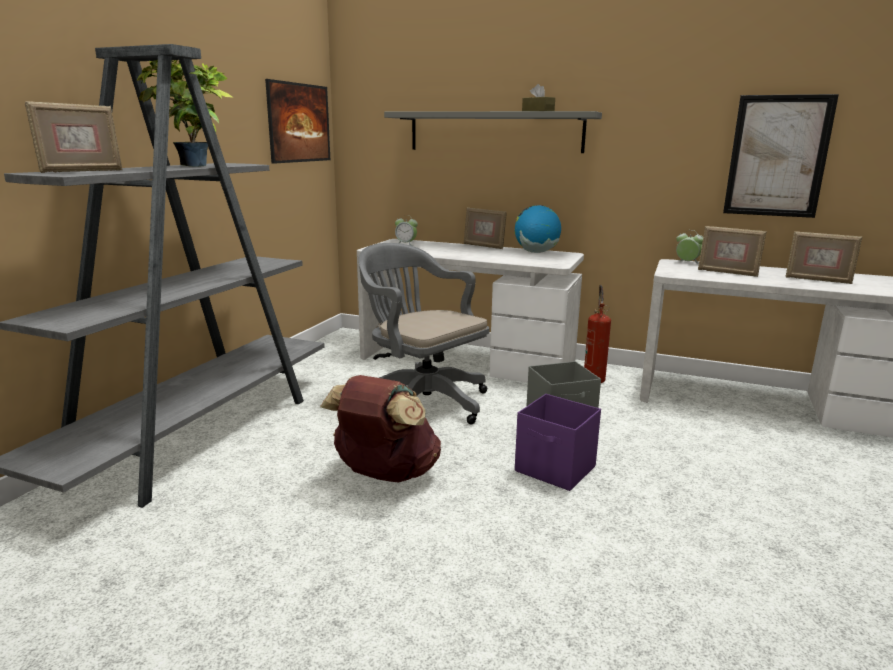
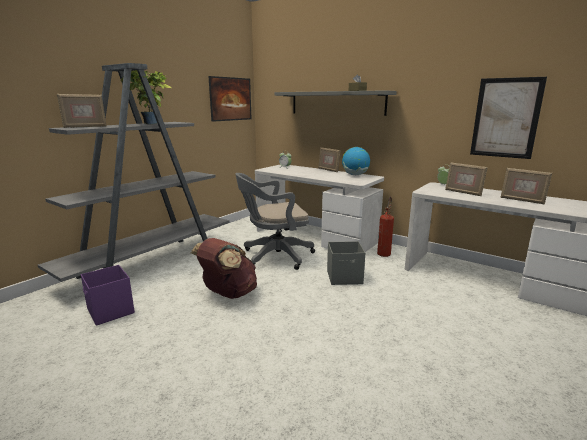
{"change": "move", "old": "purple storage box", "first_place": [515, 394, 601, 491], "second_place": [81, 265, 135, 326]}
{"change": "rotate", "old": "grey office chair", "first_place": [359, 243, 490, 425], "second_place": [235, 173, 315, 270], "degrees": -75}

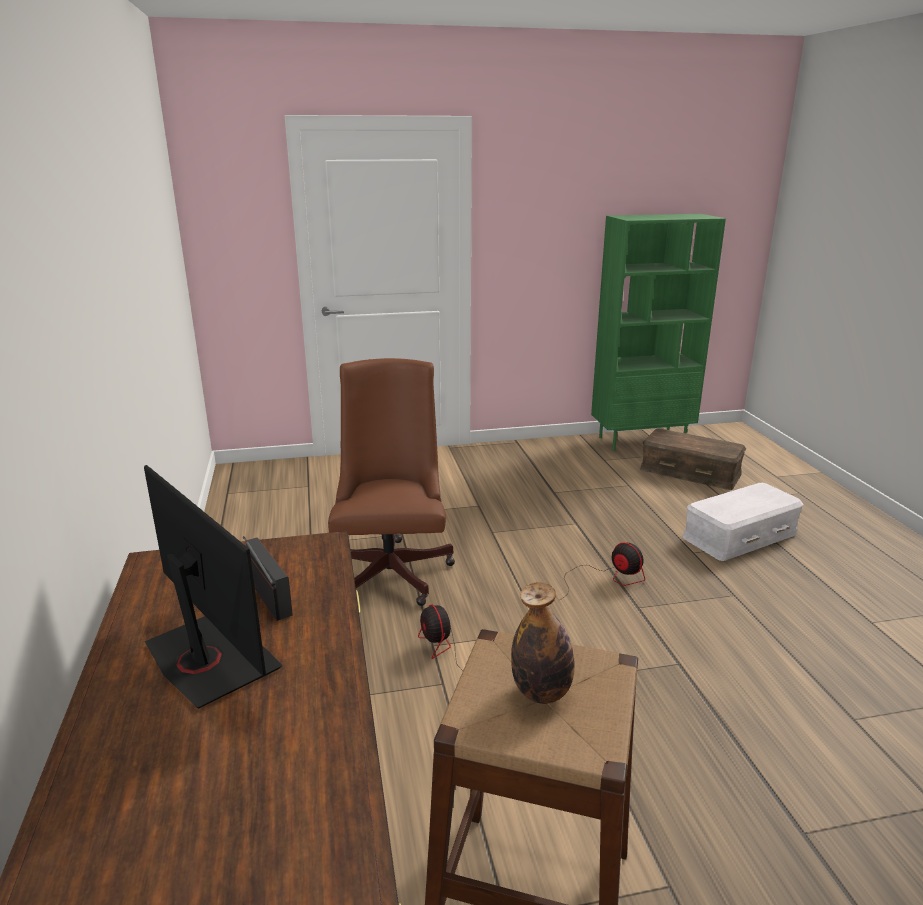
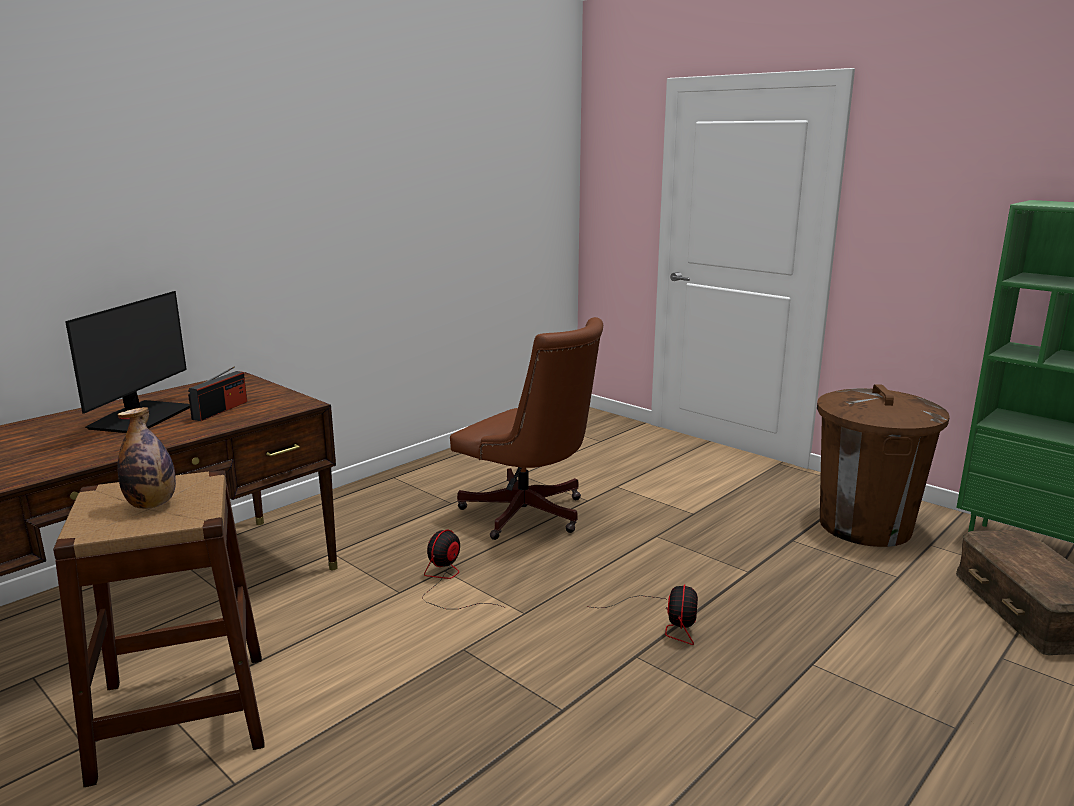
{"change": "rotate", "old": "brown office chair", "first_place": [328, 358, 455, 606], "second_place": [450, 317, 603, 540], "degrees": 75}
{"change": "insert", "new": "brown trash can", "second_place": [817, 384, 949, 547]}
{"change": "delete", "old": "white storage box", "first_place": [683, 483, 803, 561]}

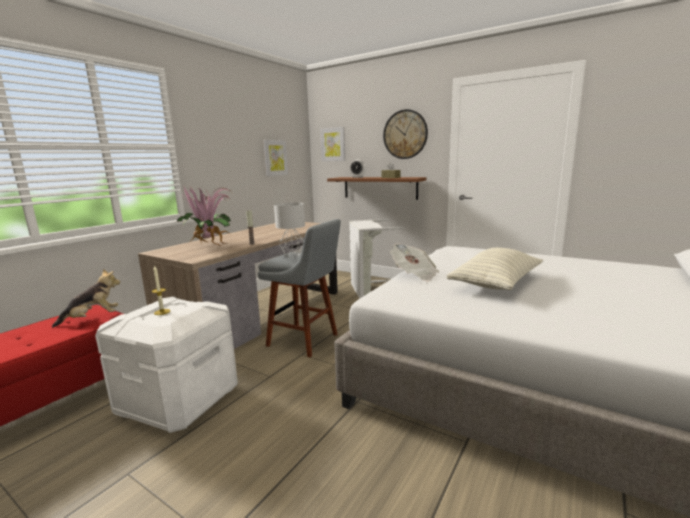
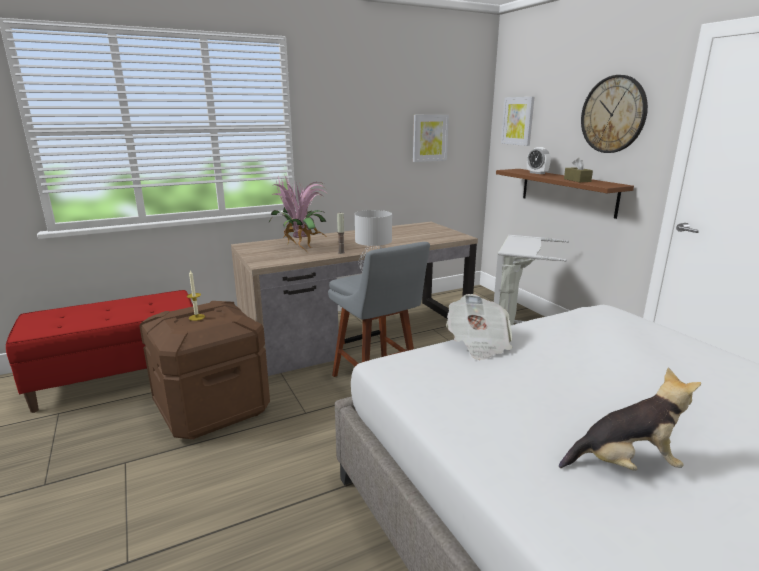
{"change": "recolor", "old": "white storage box", "new": "brown storage box", "first_place": [95, 296, 238, 433], "second_place": [139, 301, 270, 439]}
{"change": "move", "old": "plush toy", "first_place": [52, 269, 120, 328], "second_place": [559, 368, 701, 471]}
{"change": "delete", "old": "pillow", "first_place": [447, 248, 543, 290]}

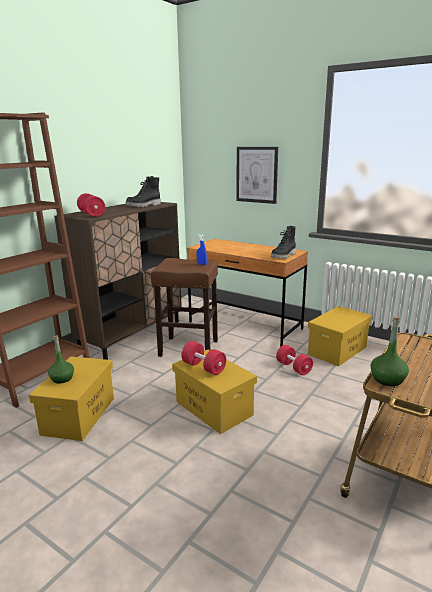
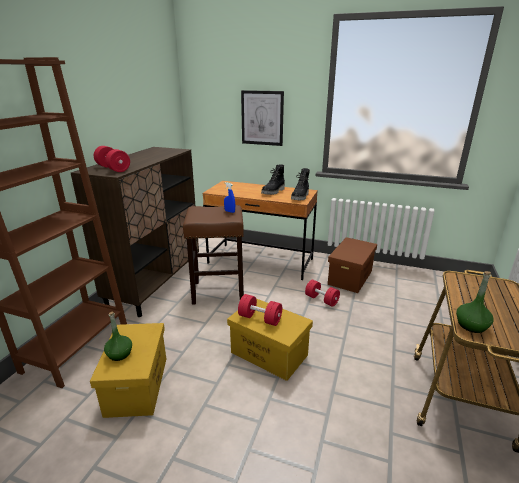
{"change": "move", "old": "black boot", "first_place": [125, 176, 161, 207], "second_place": [261, 165, 285, 195]}
{"change": "recolor", "old": "yellow storage box", "new": "brown storage box", "first_place": [308, 306, 372, 366], "second_place": [328, 237, 377, 293]}

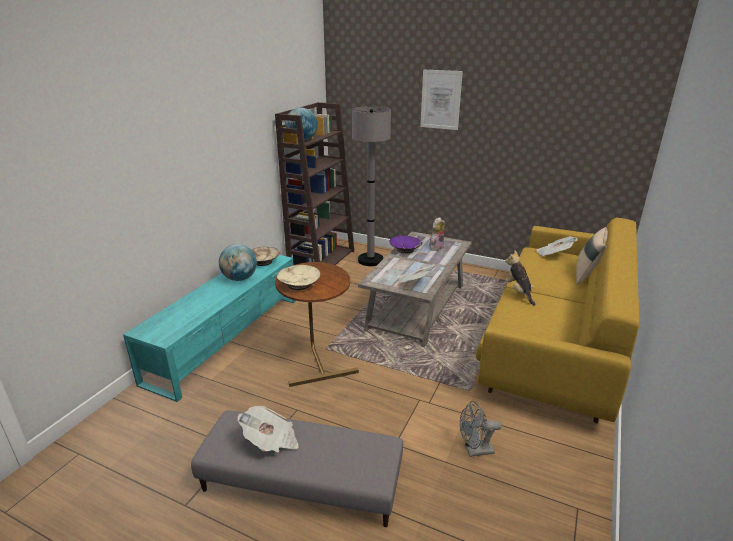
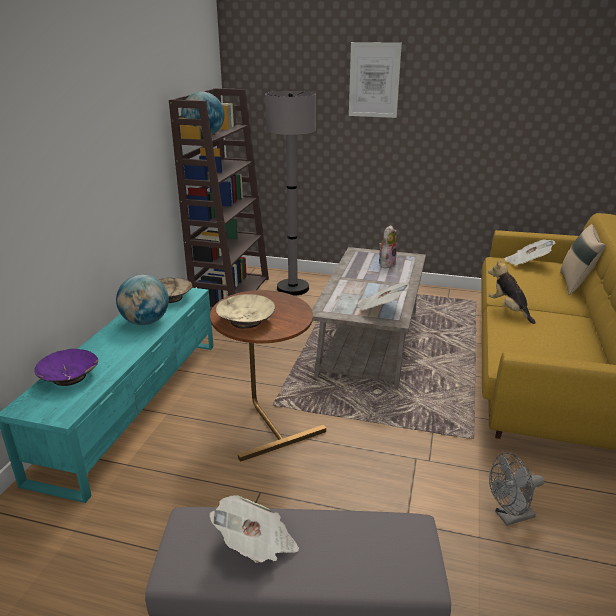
{"change": "move", "old": "purple bowl", "first_place": [389, 235, 422, 253], "second_place": [34, 349, 98, 386]}

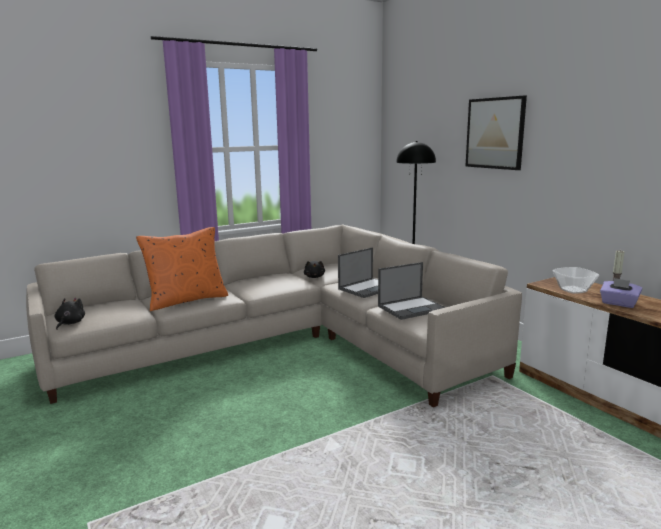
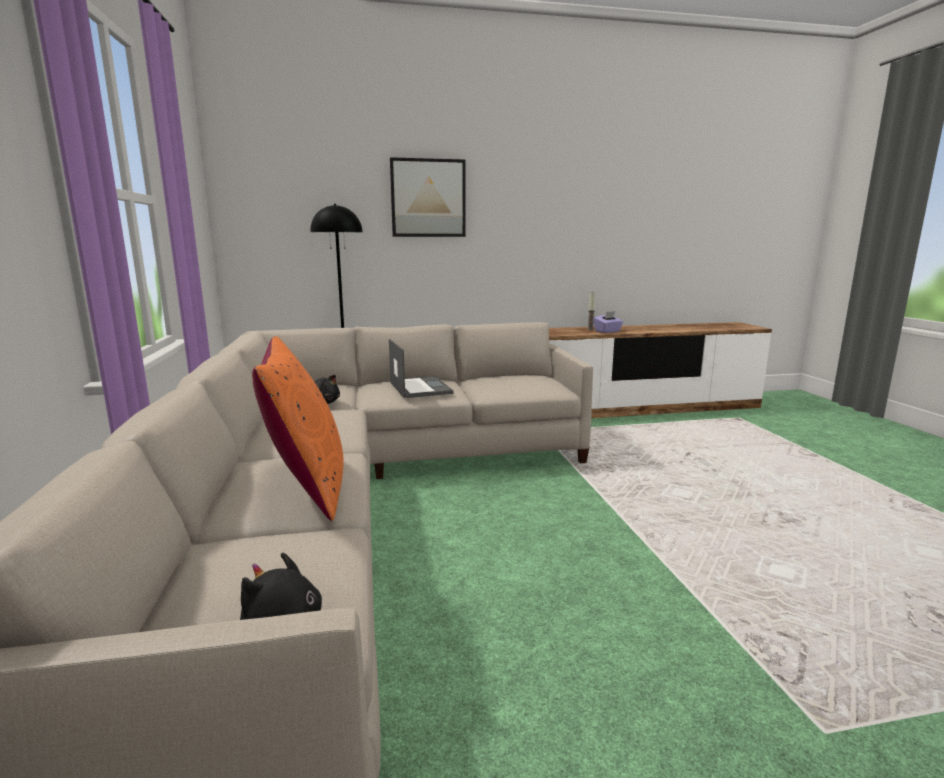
{"change": "delete", "old": "laptop", "first_place": [378, 262, 446, 320]}
{"change": "delete", "old": "bowl", "first_place": [553, 267, 599, 294]}

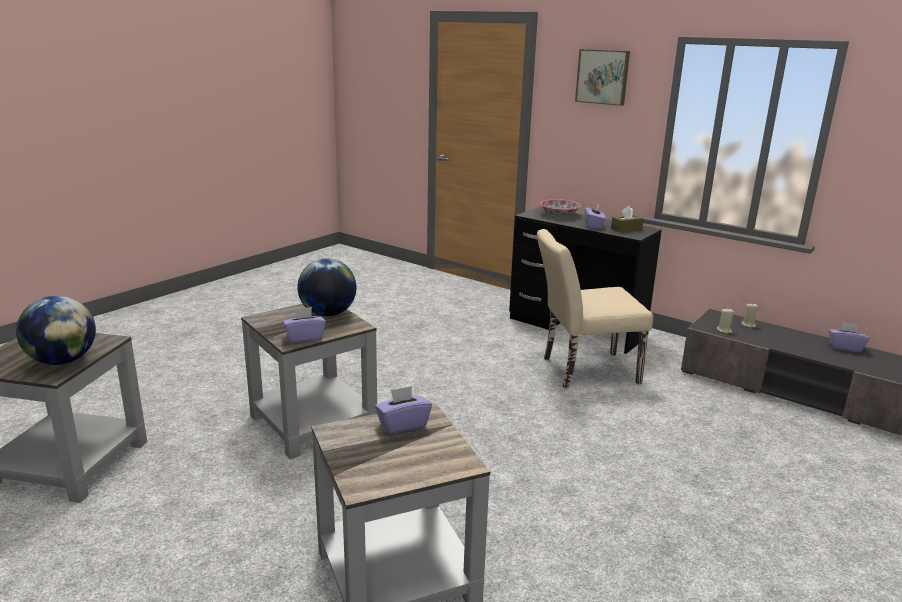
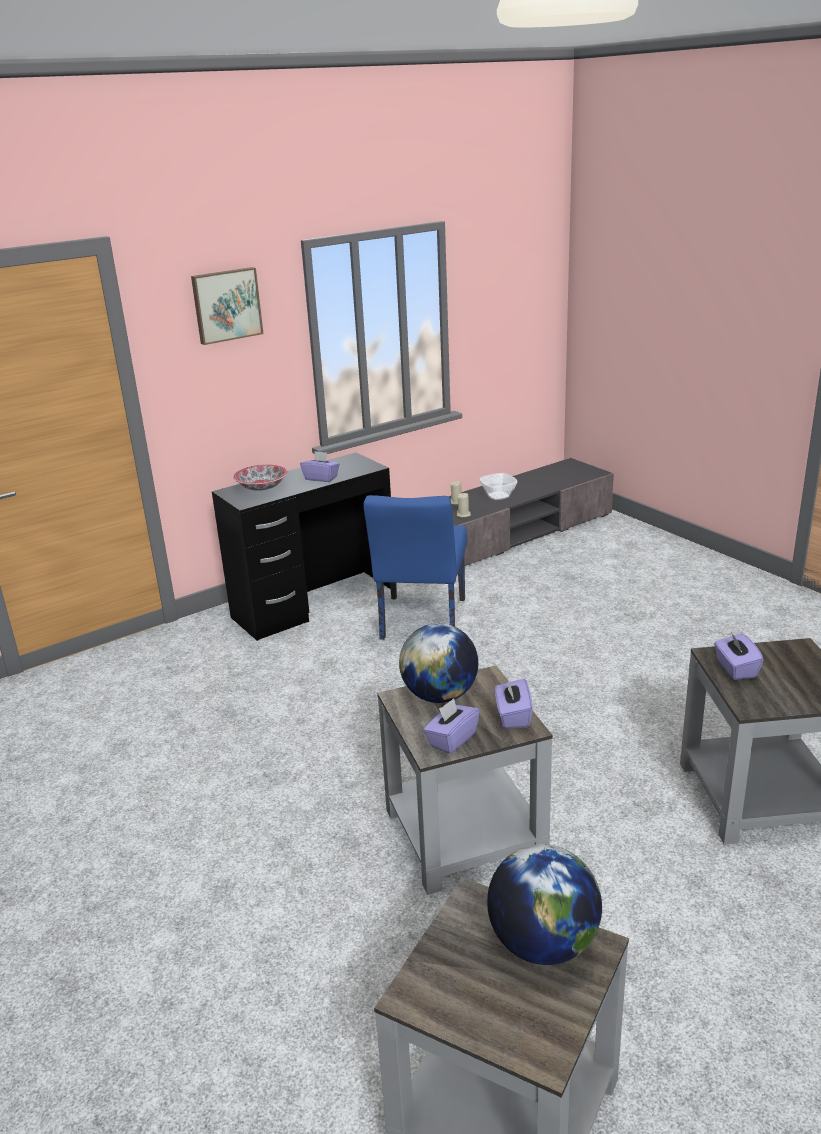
{"change": "recolor", "old": "beige chair", "new": "blue chair", "first_place": [537, 229, 653, 388], "second_place": [364, 495, 467, 640]}
{"change": "move", "old": "purple tissue box", "first_place": [829, 322, 869, 352], "second_place": [423, 698, 480, 754]}
{"change": "insert", "new": "bowl", "second_place": [479, 473, 518, 500]}
{"change": "delete", "old": "brown tissue box", "first_place": [611, 206, 644, 232]}

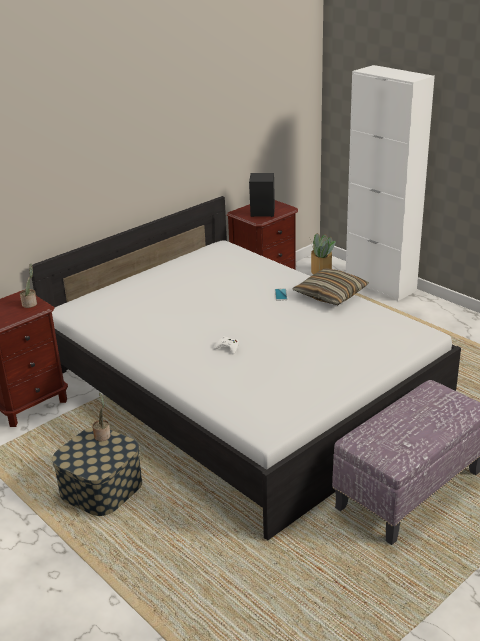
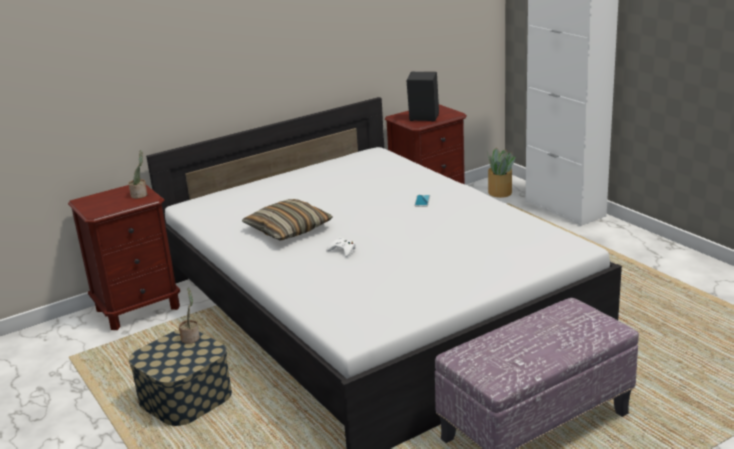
{"change": "move", "old": "pillow", "first_place": [293, 268, 369, 305], "second_place": [242, 199, 333, 240]}

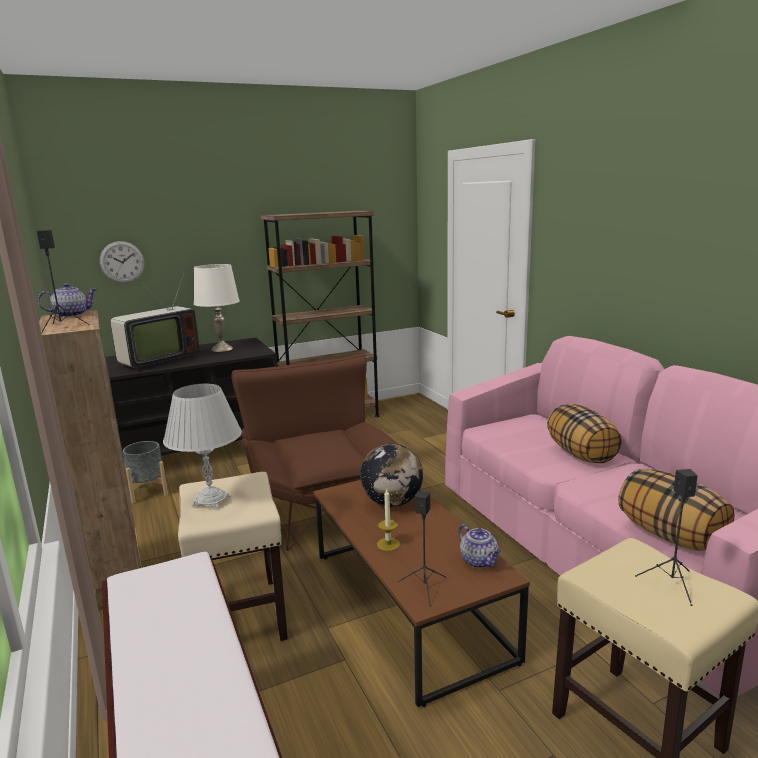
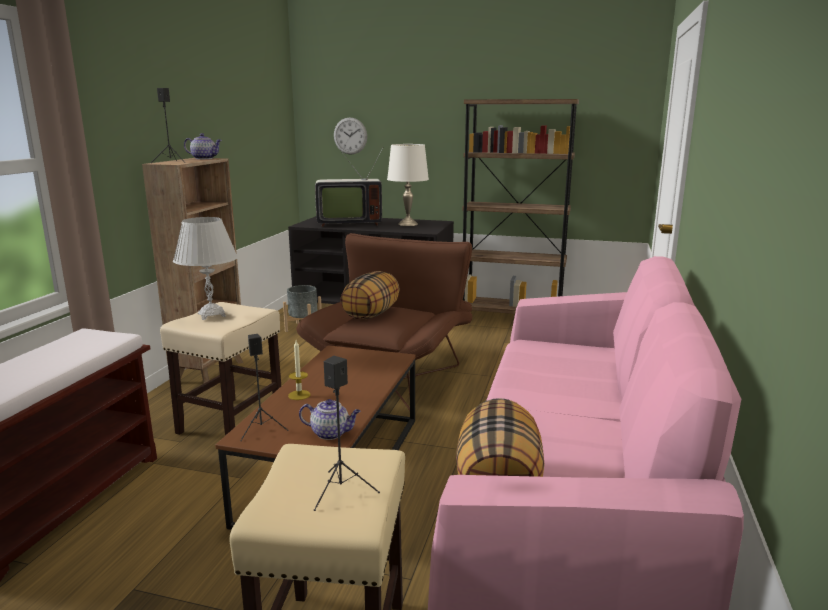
{"change": "rotate", "old": "teapot", "first_place": [459, 524, 501, 568], "second_place": [299, 399, 361, 440], "degrees": -90}
{"change": "move", "old": "pillow", "first_place": [547, 404, 622, 463], "second_place": [340, 271, 399, 319]}
{"change": "delete", "old": "globe", "first_place": [360, 443, 423, 507]}

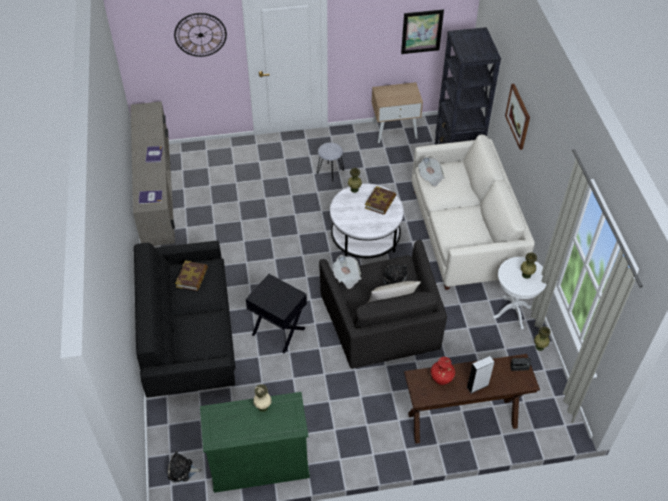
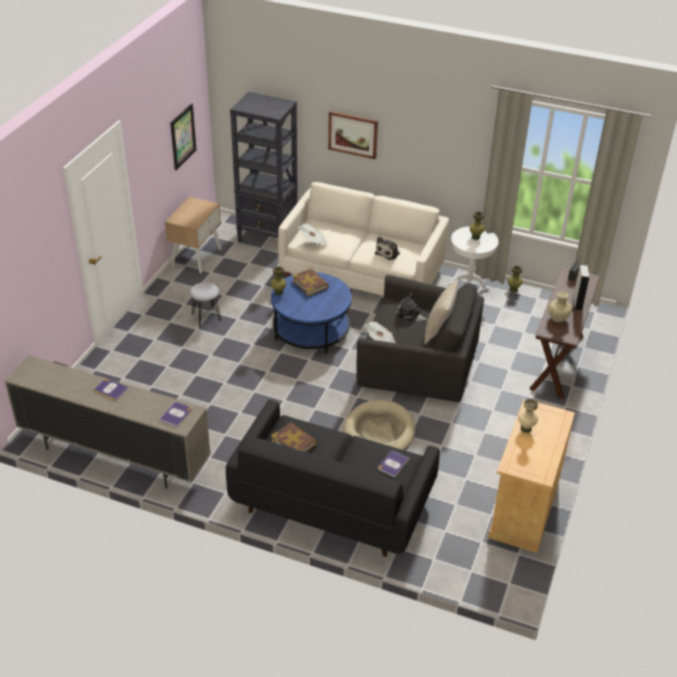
{"change": "recolor", "old": "white coffee table", "new": "blue coffee table", "first_place": [330, 183, 404, 258], "second_place": [271, 272, 352, 354]}
{"change": "replace", "old": "black side table", "new": "beige dog bed", "first_place": [246, 274, 307, 353], "second_place": [343, 400, 415, 451]}
{"change": "move", "old": "plush toy", "first_place": [168, 451, 202, 482], "second_place": [375, 237, 400, 260]}
{"change": "insert", "new": "book", "second_place": [378, 451, 410, 477]}
{"change": "recolor", "old": "green cabinet", "new": "beige cabinet", "first_place": [200, 392, 310, 493], "second_place": [488, 399, 575, 553]}
{"change": "recolor", "old": "red vase", "new": "beige vase", "first_place": [431, 357, 455, 385], "second_place": [548, 291, 572, 323]}
{"change": "delete", "old": "wall clock", "first_place": [174, 13, 227, 57]}

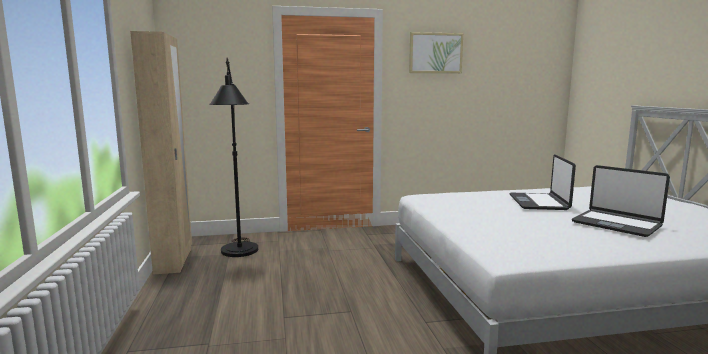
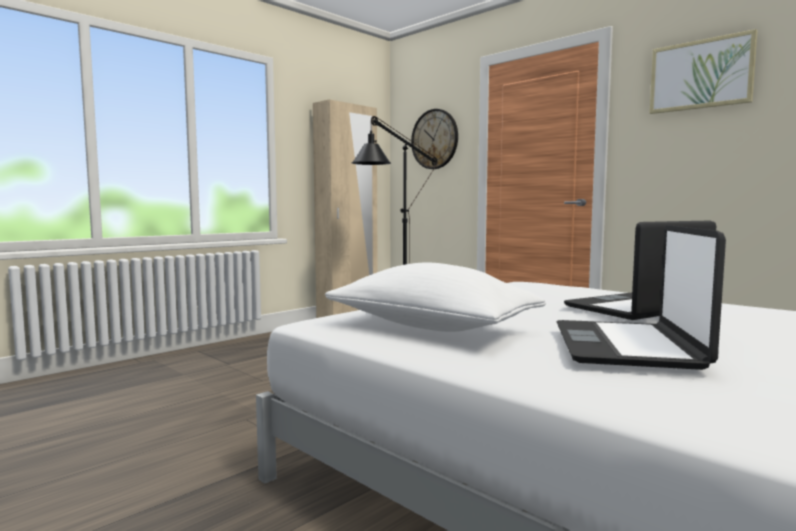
{"change": "insert", "new": "white pillow", "second_place": [325, 262, 546, 332]}
{"change": "insert", "new": "wall clock", "second_place": [411, 109, 458, 169]}

